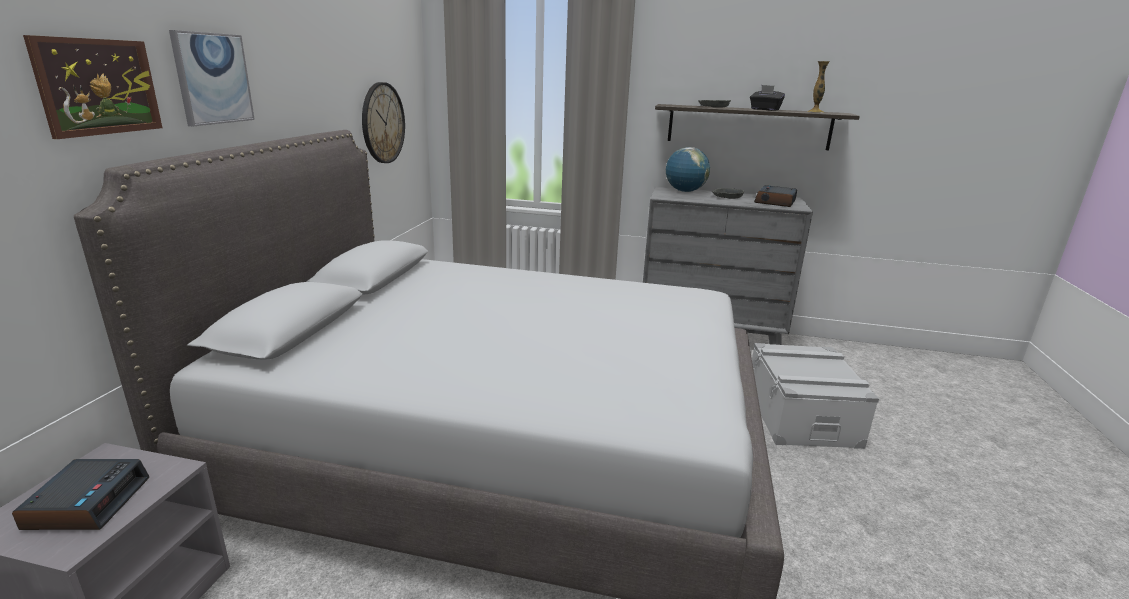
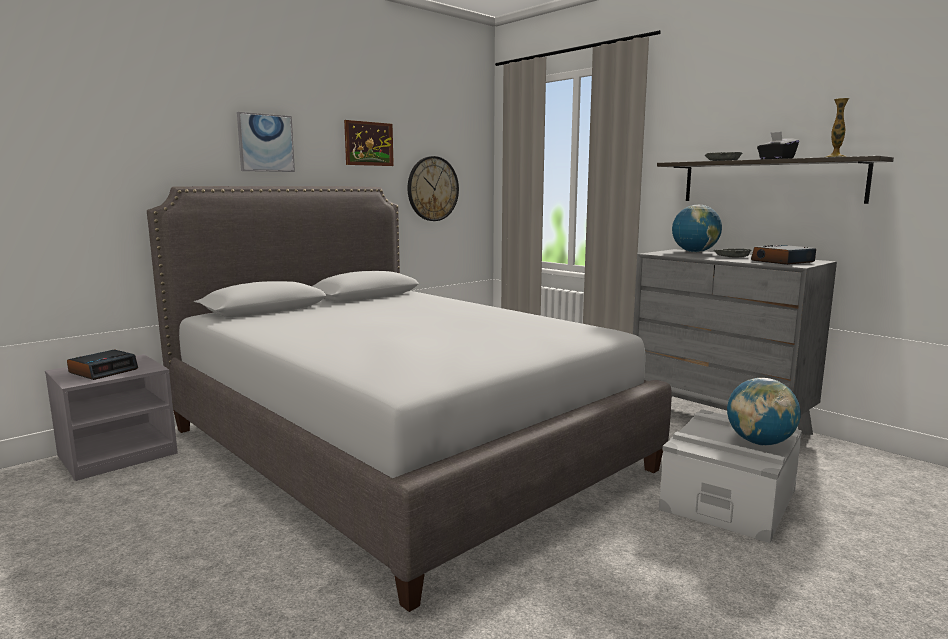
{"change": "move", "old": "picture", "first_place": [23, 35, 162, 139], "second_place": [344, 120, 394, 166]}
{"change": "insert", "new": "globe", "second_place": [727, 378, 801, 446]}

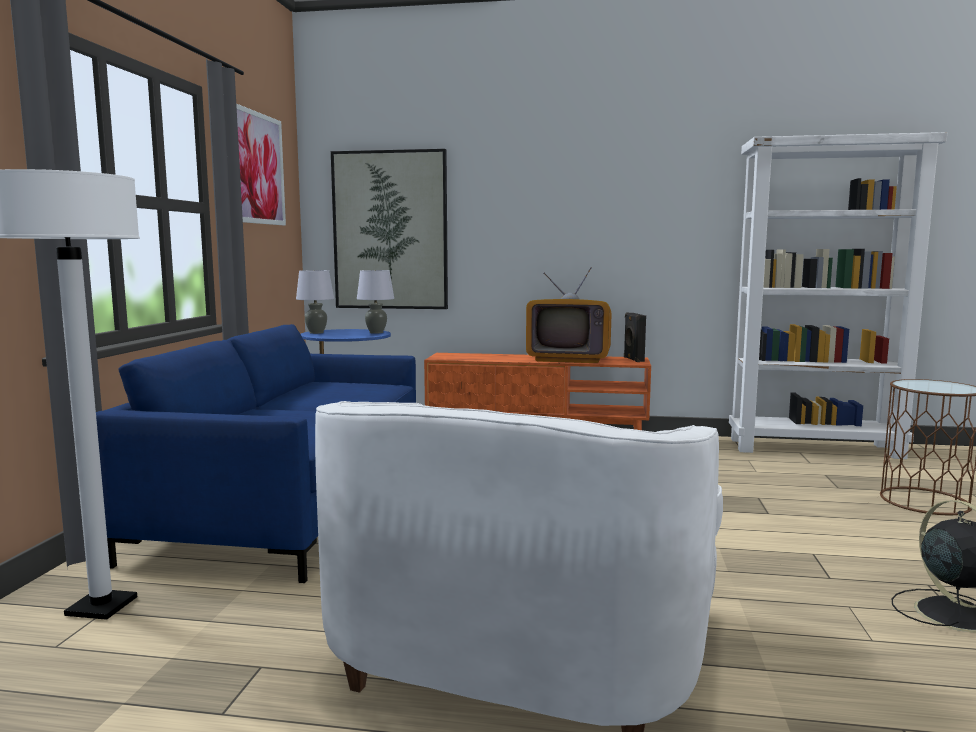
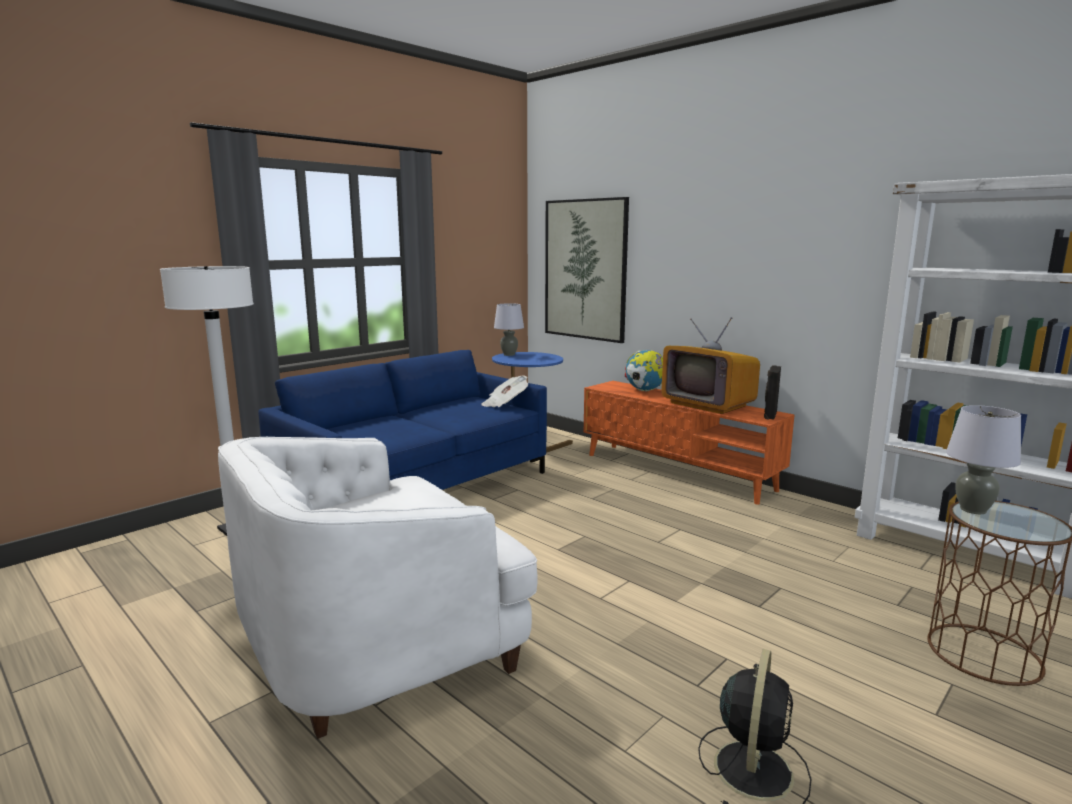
{"change": "insert", "new": "newspaper", "second_place": [481, 375, 528, 407]}
{"change": "insert", "new": "globe", "second_place": [625, 350, 663, 391]}
{"change": "move", "old": "grey table lamp", "first_place": [357, 270, 394, 334], "second_place": [946, 405, 1021, 514]}
{"change": "delete", "old": "picture", "first_place": [236, 104, 286, 225]}

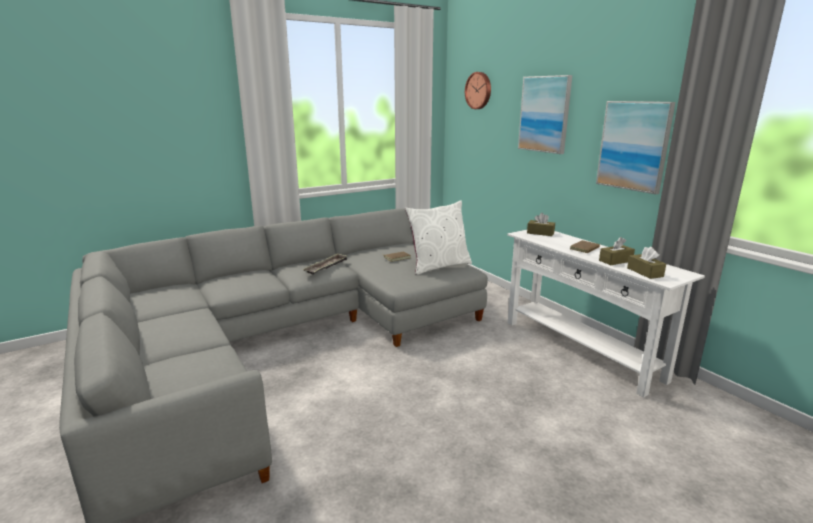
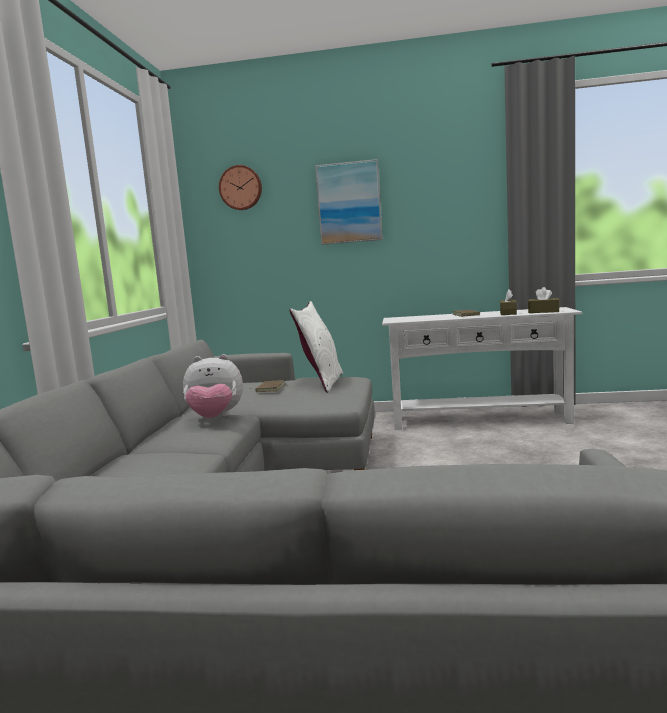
{"change": "replace", "old": "tray", "new": "plush toy", "first_place": [302, 253, 347, 274], "second_place": [183, 354, 243, 418]}
{"change": "delete", "old": "brown tissue box", "first_place": [527, 213, 555, 236]}
{"change": "delete", "old": "picture", "first_place": [596, 101, 675, 194]}

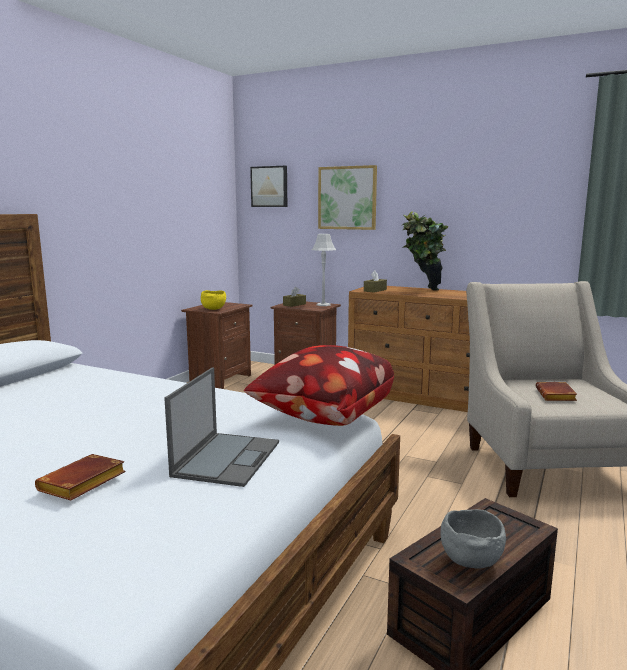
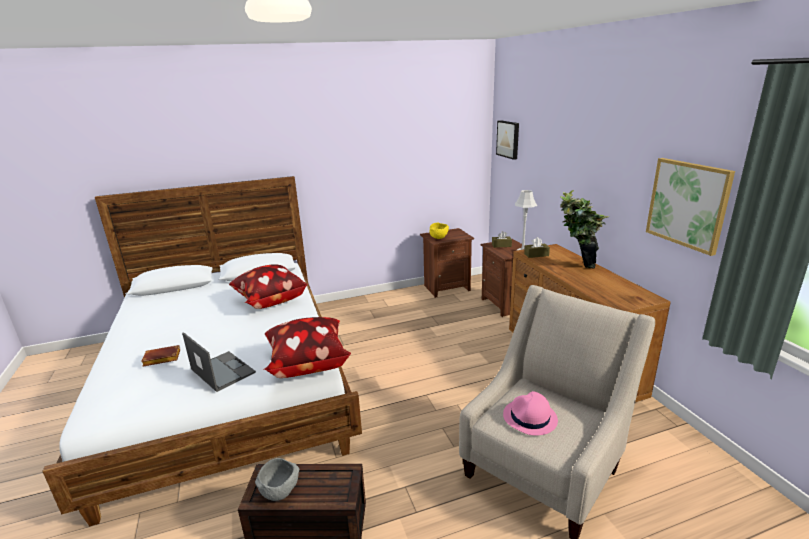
{"change": "rotate", "old": "laptop", "first_place": [164, 367, 279, 487], "second_place": [182, 332, 256, 392], "degrees": -105}
{"change": "insert", "new": "pillow", "second_place": [229, 264, 307, 309]}
{"change": "replace", "old": "brown book", "new": "pink hat", "first_place": [535, 382, 577, 401], "second_place": [503, 391, 558, 436]}
{"change": "move", "old": "picture", "first_place": [318, 165, 377, 230], "second_place": [646, 158, 735, 256]}

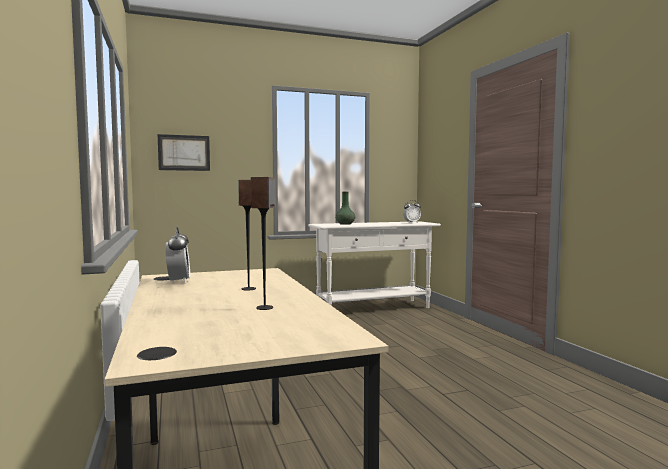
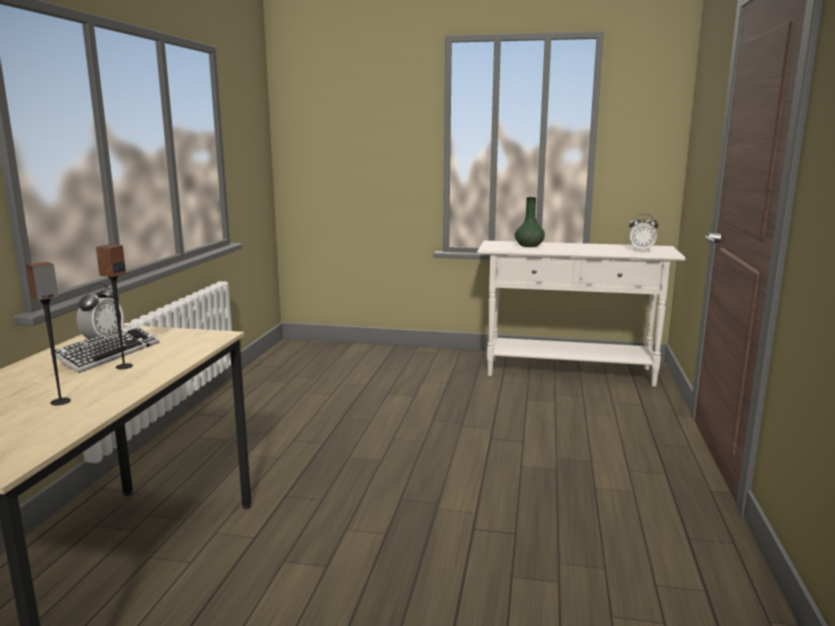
{"change": "insert", "new": "keyboard", "second_place": [51, 324, 159, 373]}
{"change": "delete", "old": "picture", "first_place": [158, 134, 210, 171]}

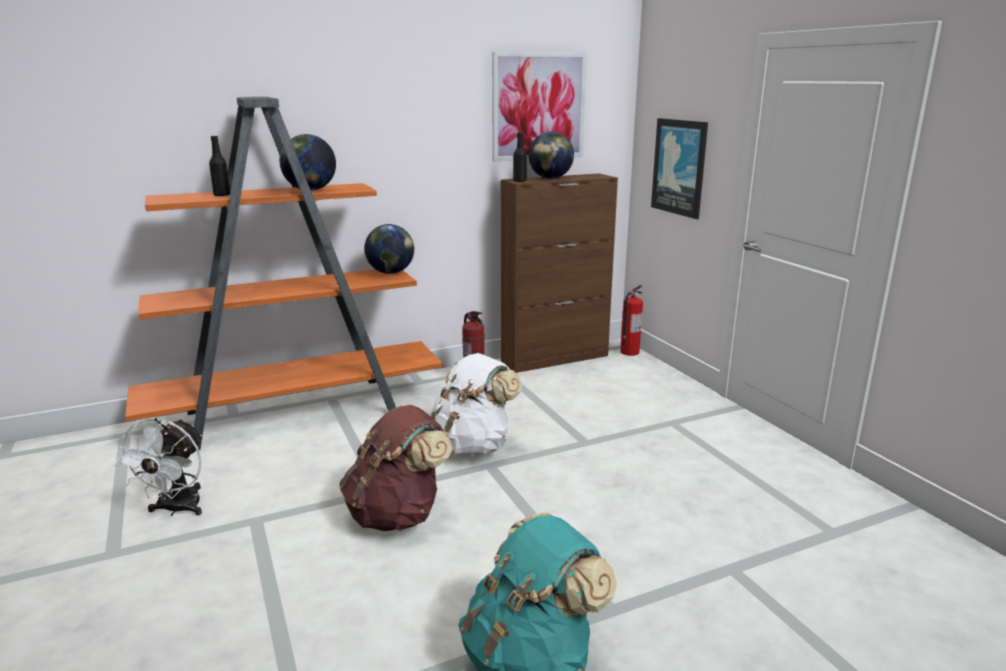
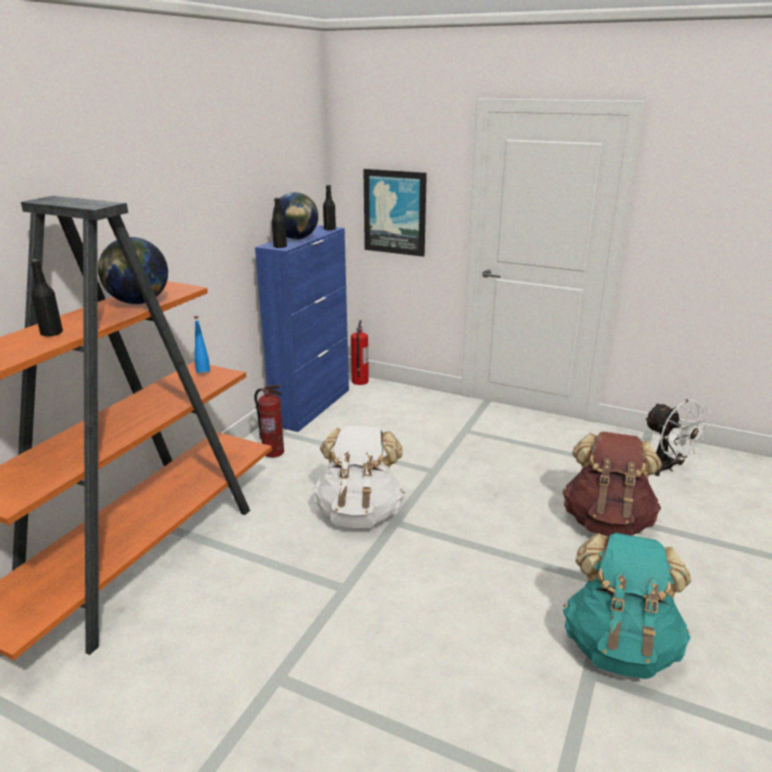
{"change": "replace", "old": "globe", "new": "blue bottle", "first_place": [365, 224, 414, 274], "second_place": [194, 316, 210, 373]}
{"change": "recolor", "old": "brown cabinet", "new": "blue cabinet", "first_place": [501, 173, 618, 373], "second_place": [255, 225, 349, 432]}
{"change": "insert", "new": "black bottle", "second_place": [323, 185, 336, 231]}
{"change": "move", "old": "brown backpack", "first_place": [339, 405, 452, 531], "second_place": [563, 431, 662, 536]}
{"change": "move", "old": "white fan", "first_place": [113, 418, 202, 516], "second_place": [644, 399, 711, 476]}
{"change": "delete", "old": "picture", "first_place": [492, 52, 587, 161]}

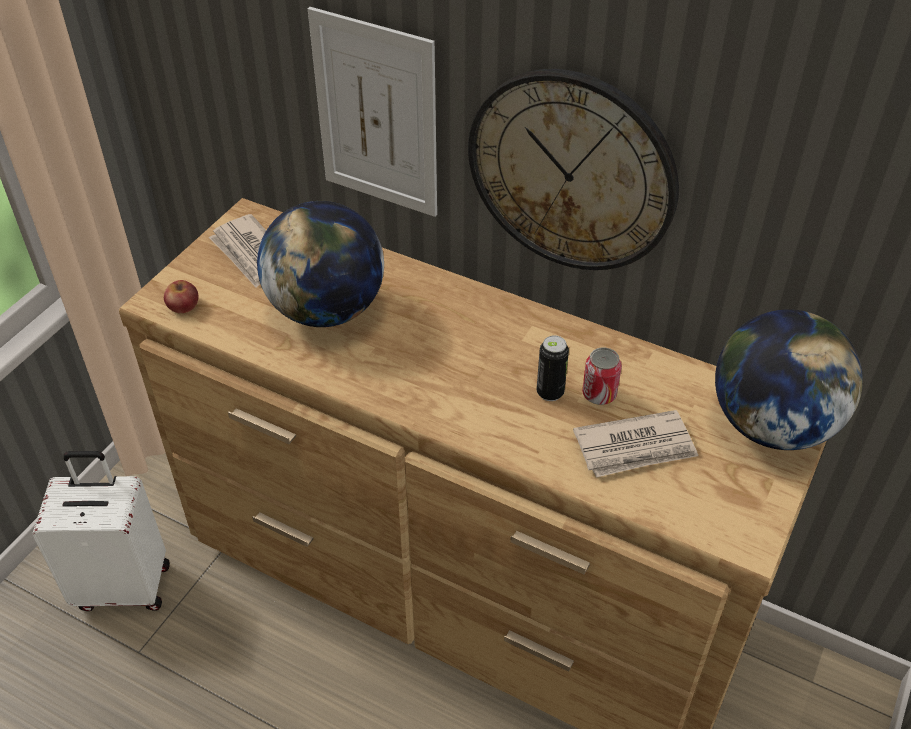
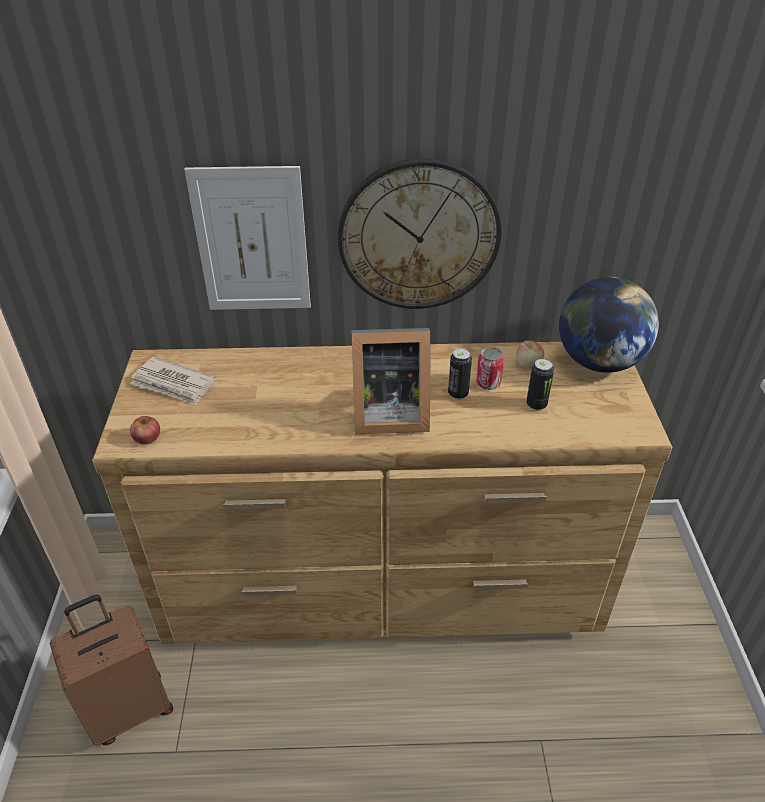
{"change": "recolor", "old": "white suitcase", "new": "brown suitcase", "first_place": [32, 451, 170, 611], "second_place": [50, 595, 173, 745]}
{"change": "insert", "new": "picture frame", "second_place": [352, 328, 430, 434]}
{"change": "insert", "new": "apple", "second_place": [516, 340, 544, 368]}
{"change": "replace", "old": "newspaper", "new": "can", "first_place": [573, 410, 698, 478], "second_place": [526, 359, 554, 411]}
{"change": "delete", "old": "globe", "first_place": [257, 201, 384, 327]}

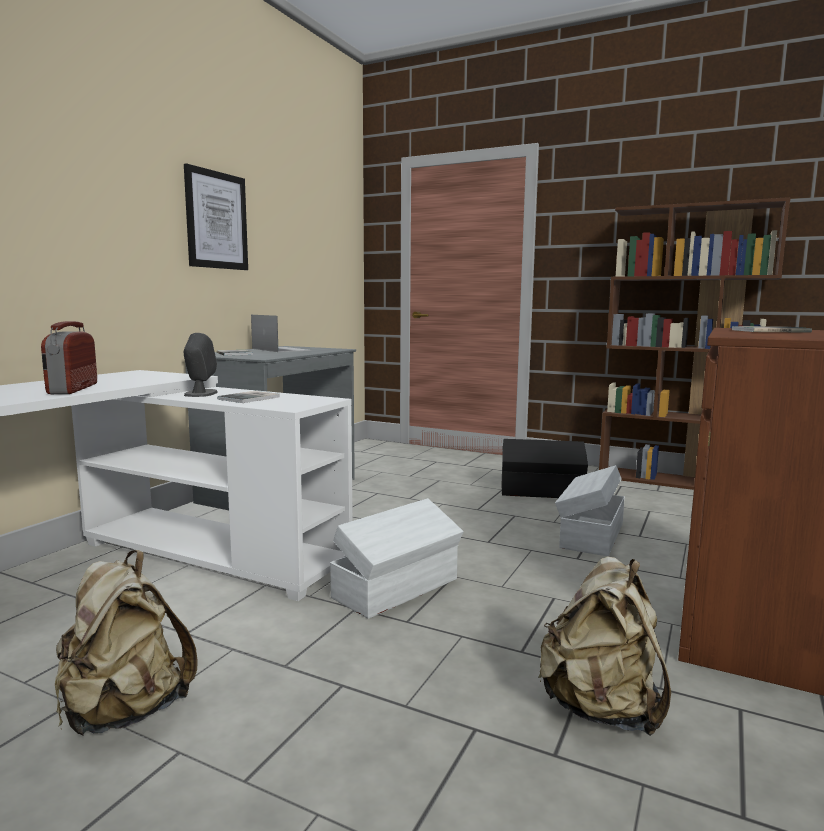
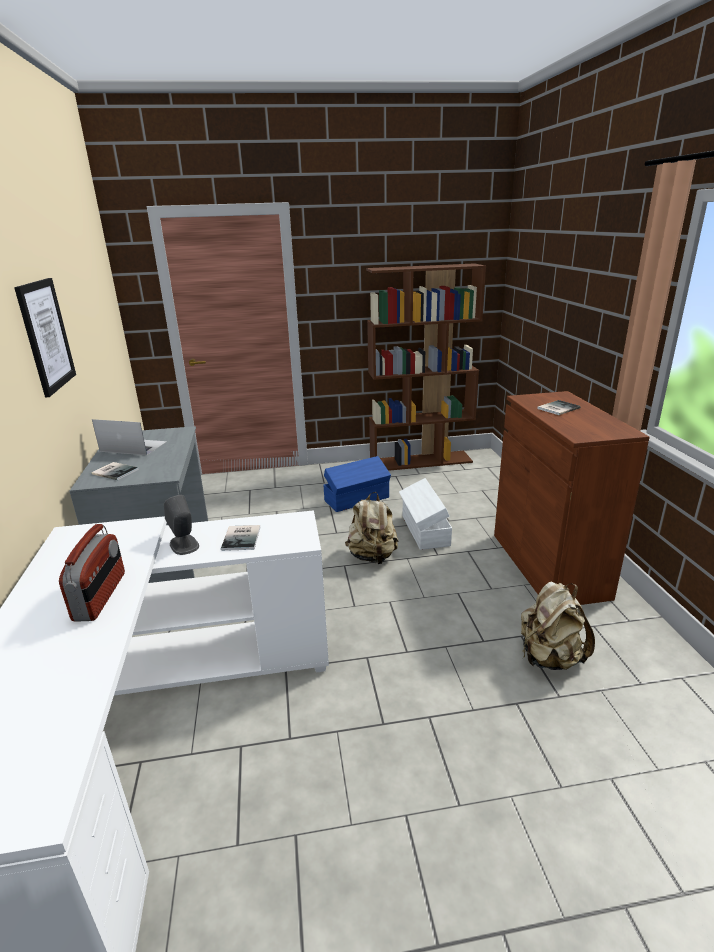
{"change": "rotate", "old": "radio", "first_place": [41, 321, 97, 394], "second_place": [59, 524, 125, 622], "degrees": -135}
{"change": "recolor", "old": "black storage box", "new": "blue storage box", "first_place": [502, 439, 588, 498], "second_place": [324, 456, 391, 512]}
{"change": "move", "old": "beige backpack", "first_place": [55, 550, 197, 736], "second_place": [345, 492, 398, 564]}
{"change": "delete", "old": "white storage box", "first_place": [330, 498, 464, 619]}

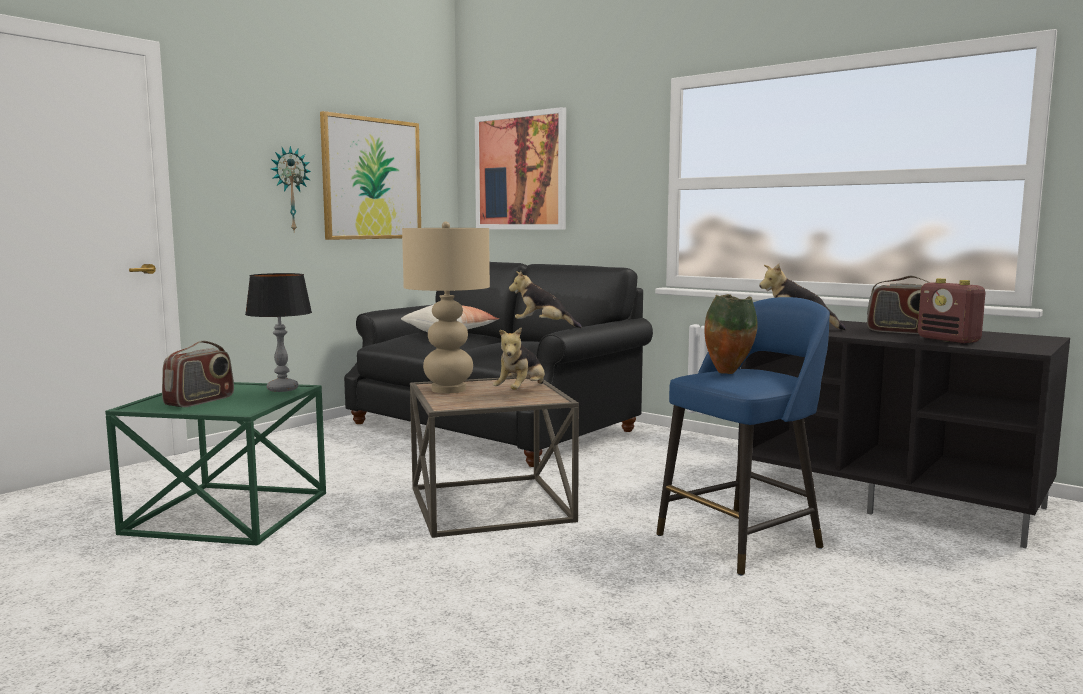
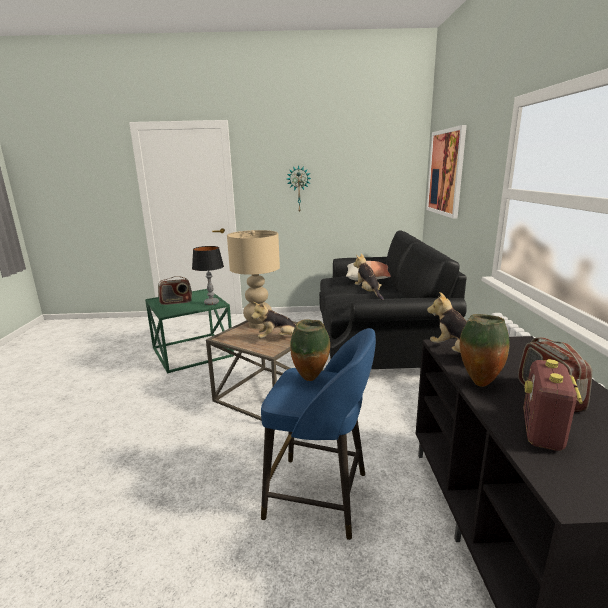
{"change": "insert", "new": "vase", "second_place": [460, 314, 510, 387]}
{"change": "delete", "old": "picture", "first_place": [320, 111, 421, 240]}

